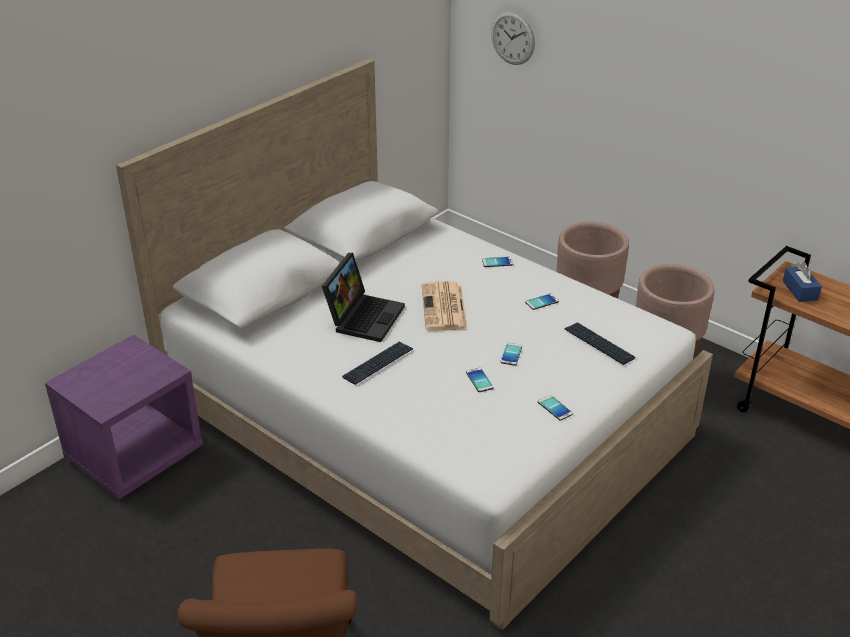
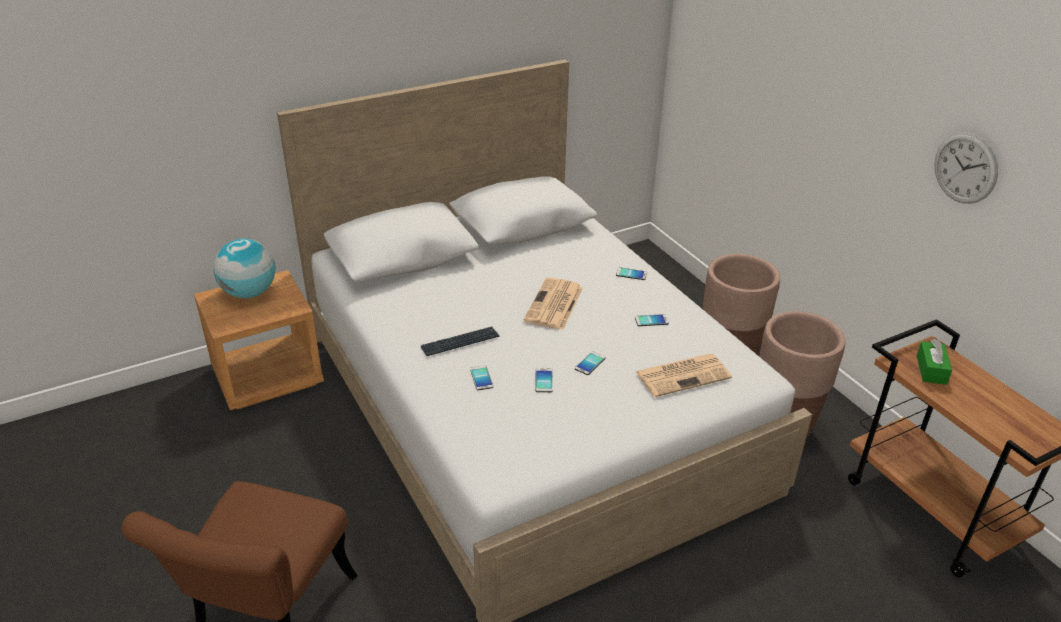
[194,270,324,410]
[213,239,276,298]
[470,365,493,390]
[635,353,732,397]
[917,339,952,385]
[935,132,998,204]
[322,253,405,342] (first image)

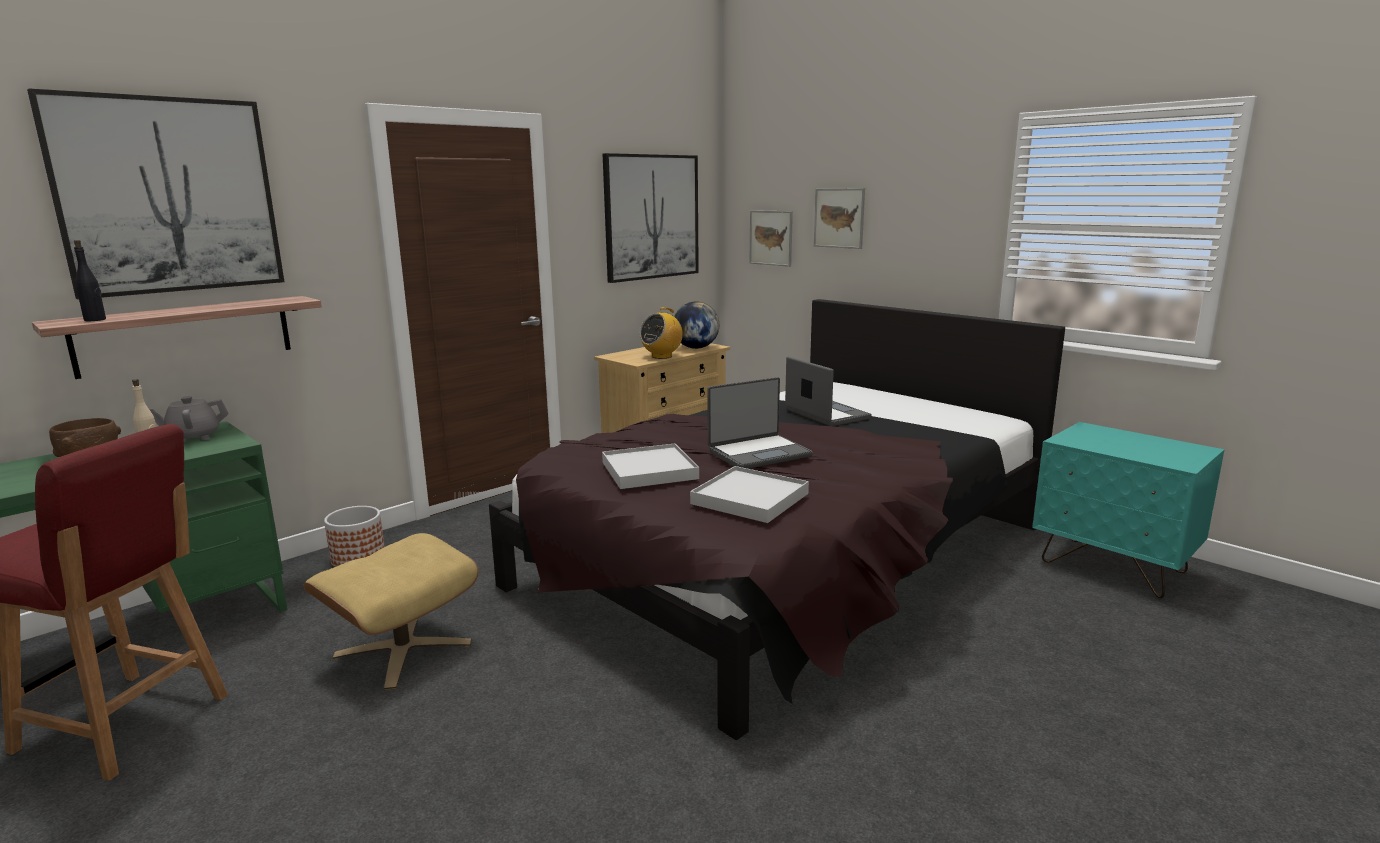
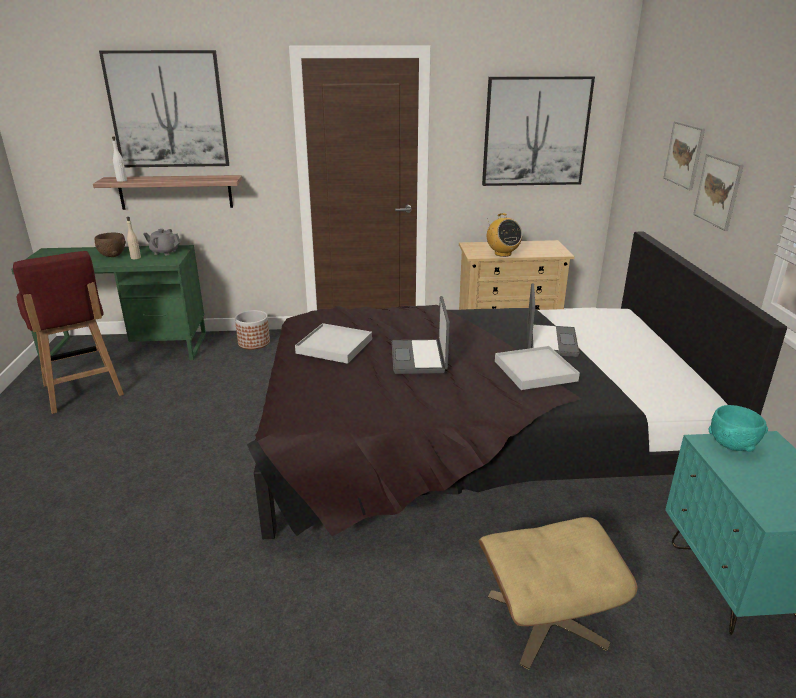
[112,136,127,182]
[392,296,450,374]
[479,517,637,670]
[487,213,522,257]
[495,346,580,390]
[693,154,744,231]
[709,405,768,452]
[674,302,719,349] (first image)

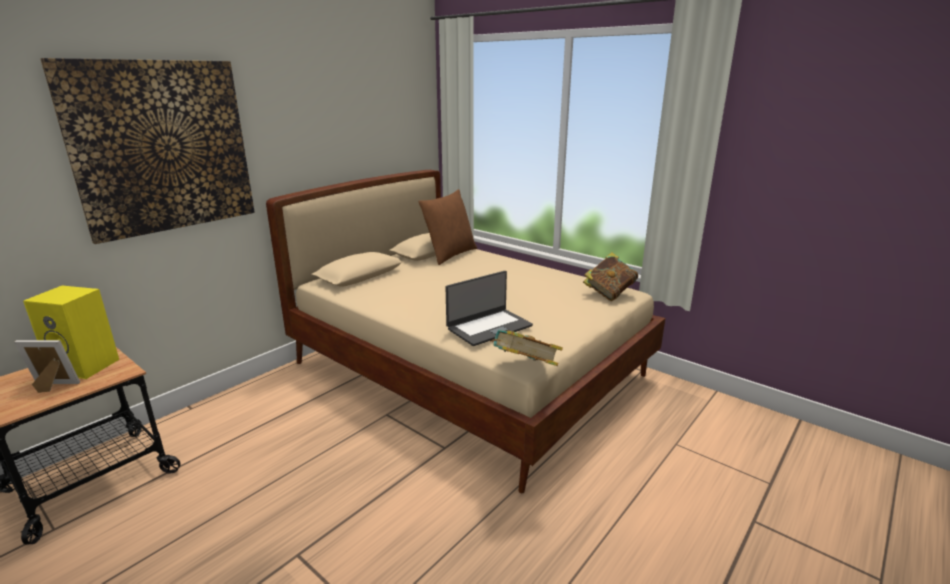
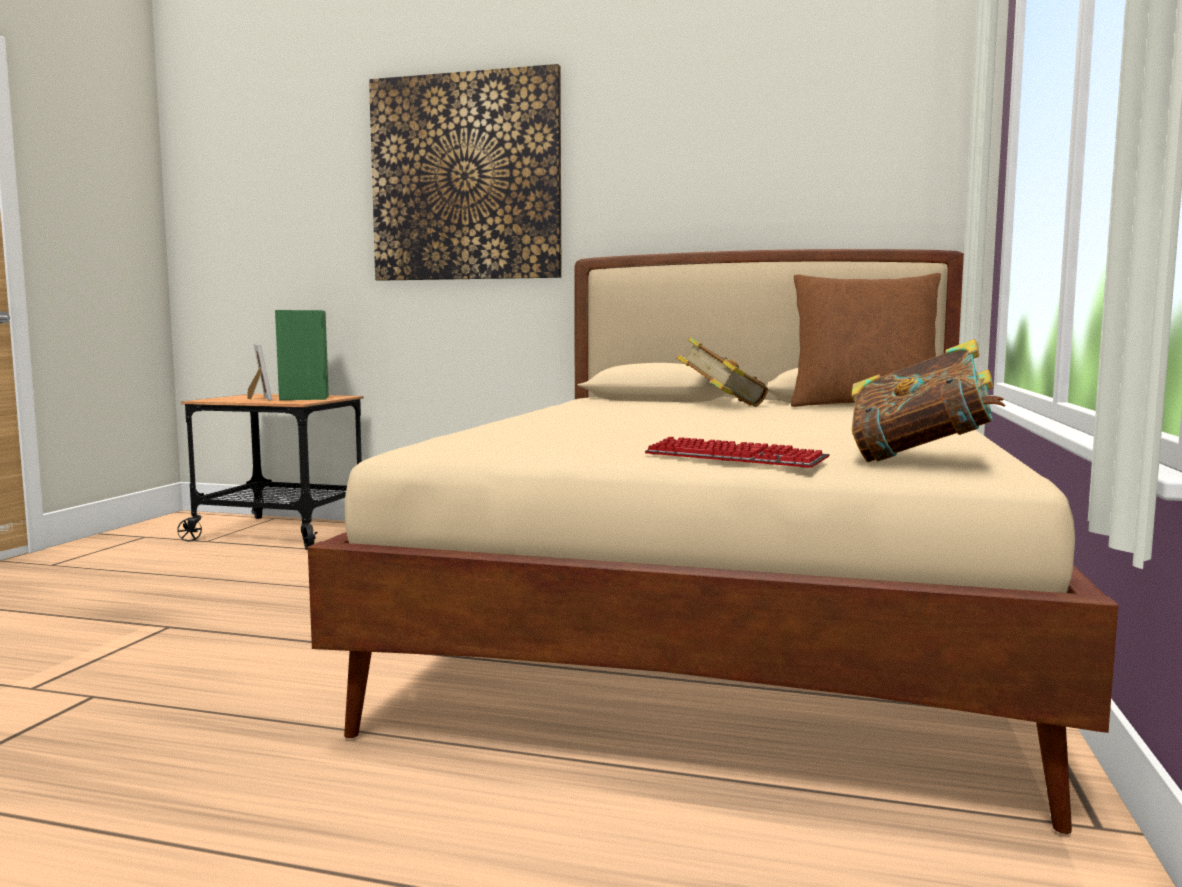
[275,310,329,400]
[645,437,830,468]
[677,337,768,407]
[446,271,533,346] (first image)

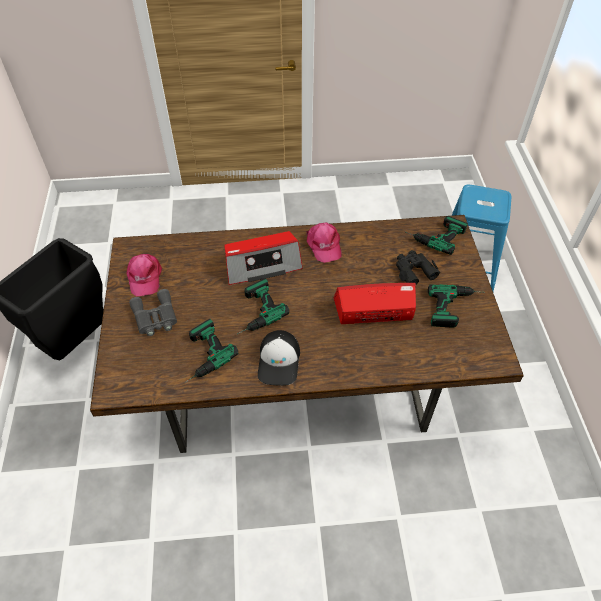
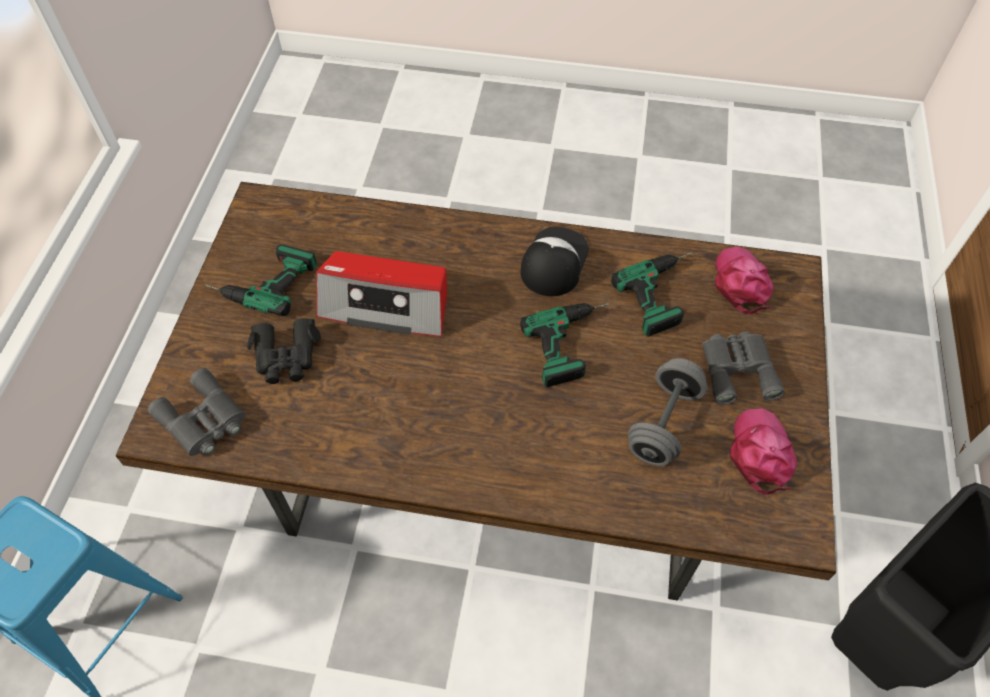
[148,368,245,456]
[628,358,707,466]
[715,246,774,314]
[224,231,303,285] (first image)

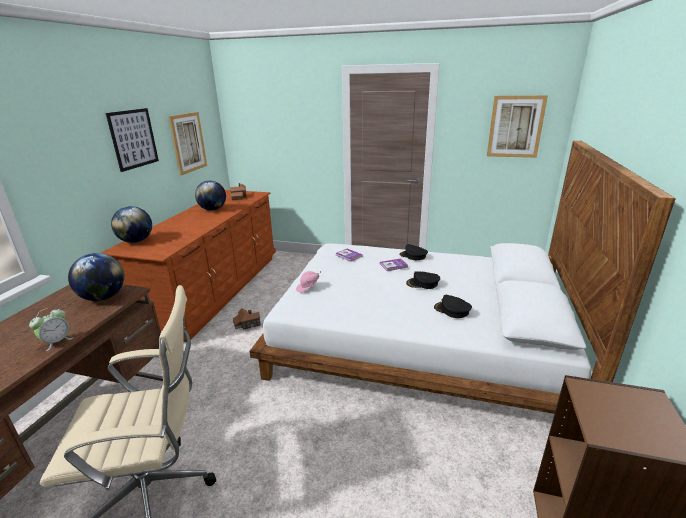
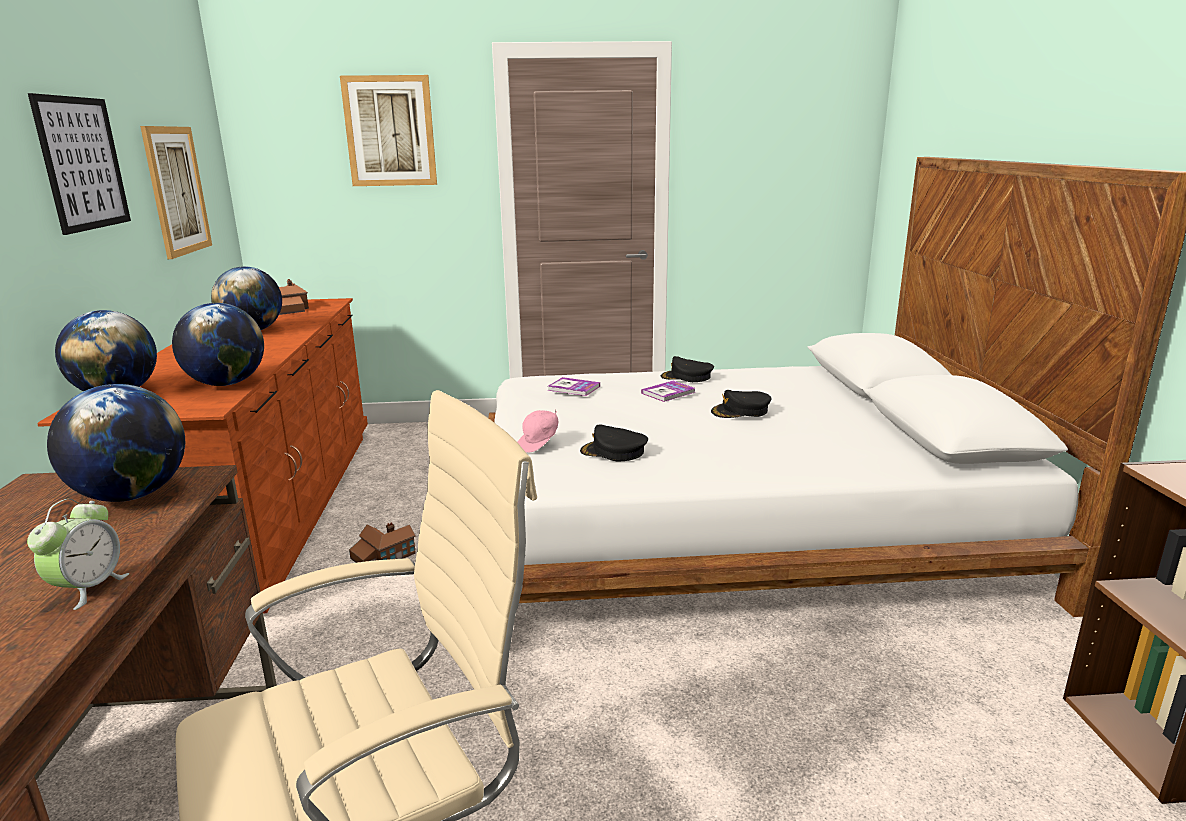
[172,303,264,386]
[340,75,437,186]
[580,425,648,461]

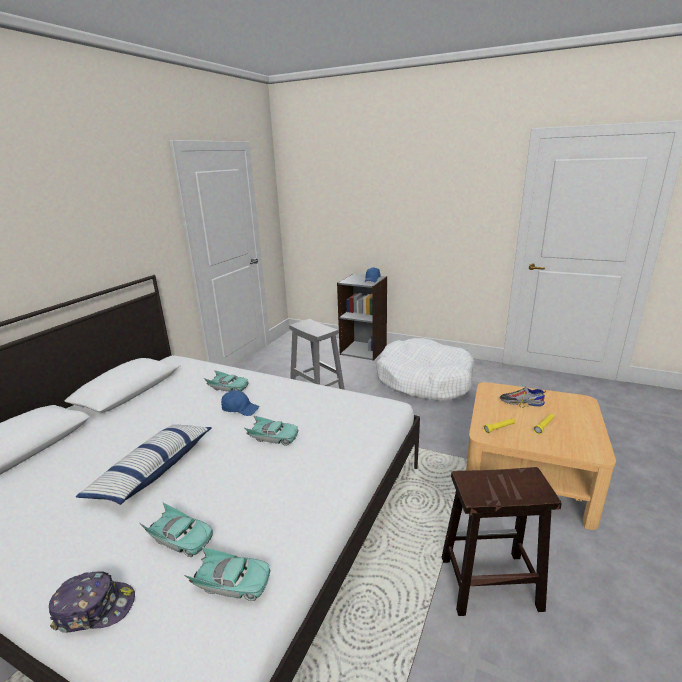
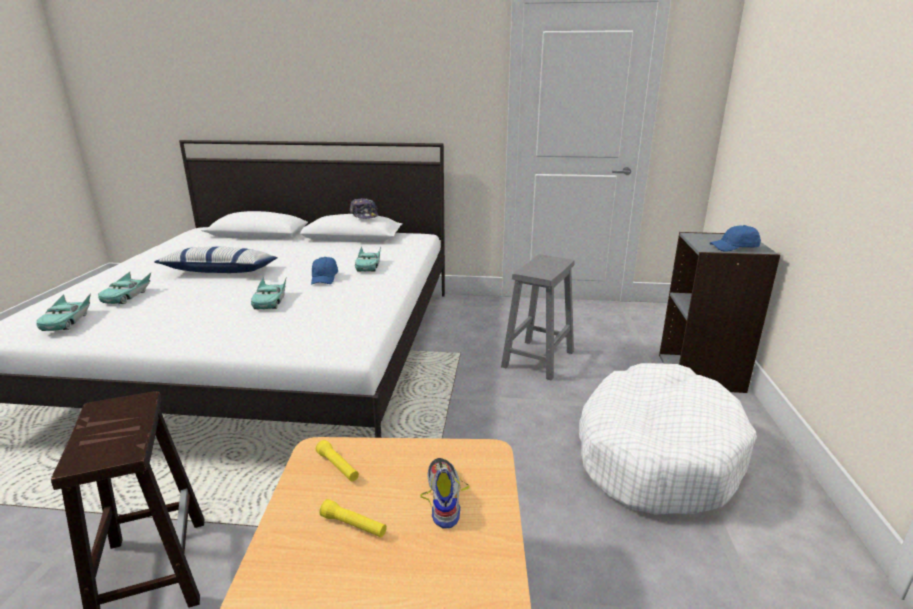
[350,198,378,219]

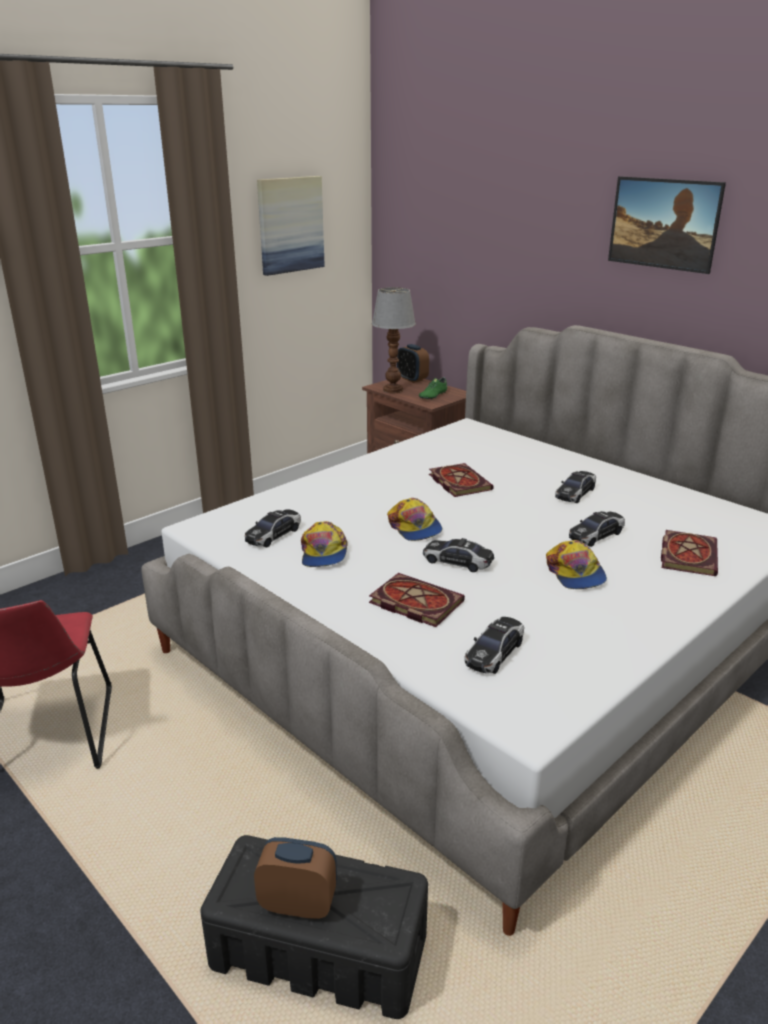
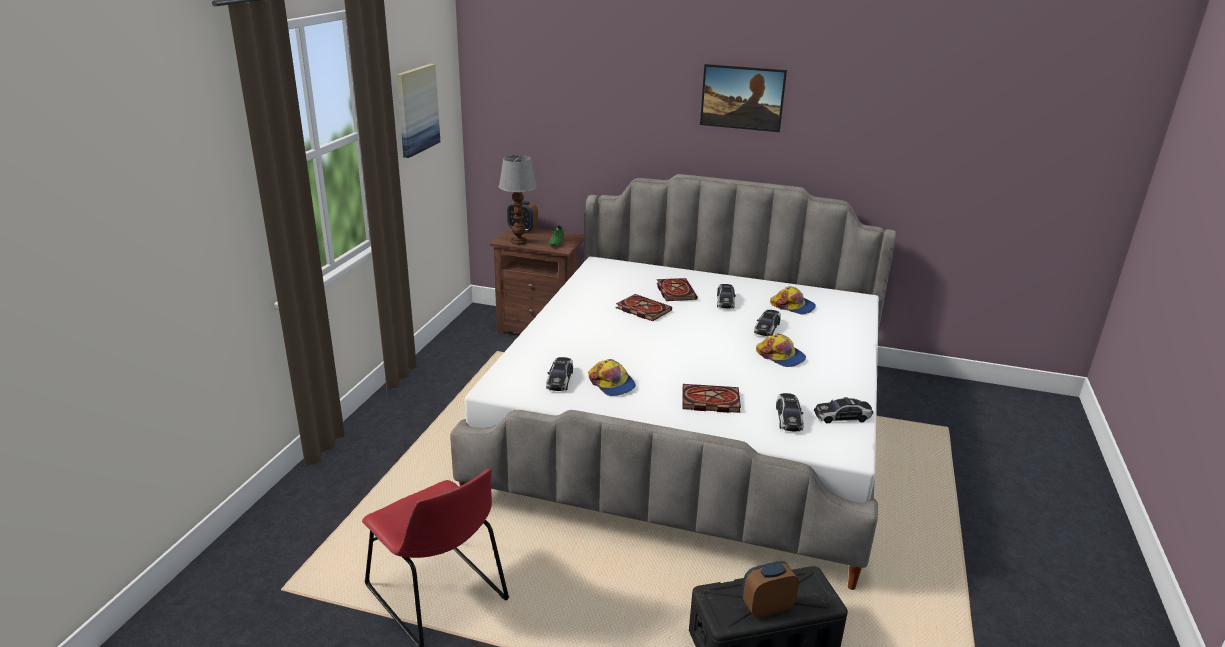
[657,278,698,301]
[770,286,816,314]
[814,397,873,423]

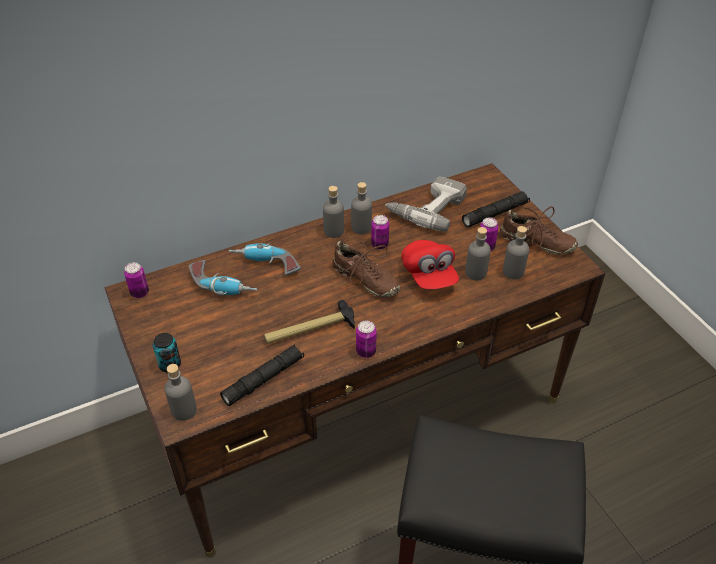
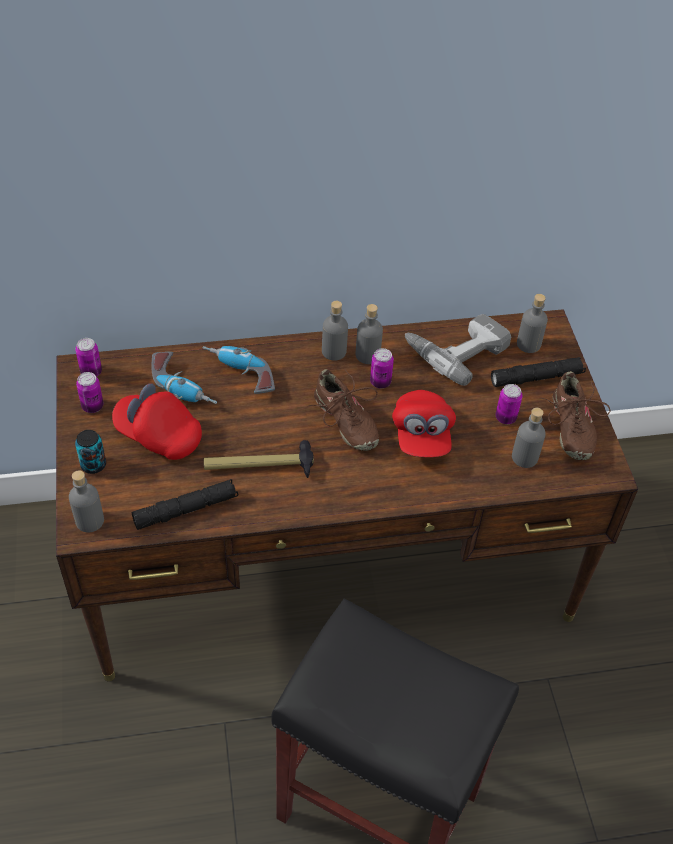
[76,372,103,413]
[112,383,202,460]
[517,294,548,353]
[540,371,610,460]

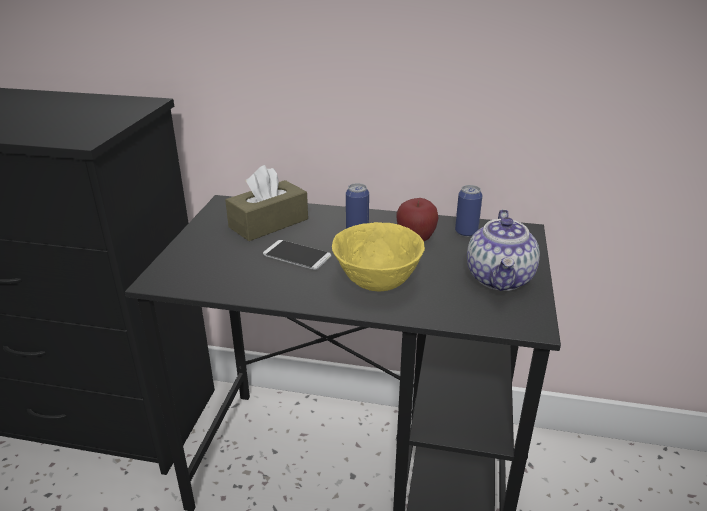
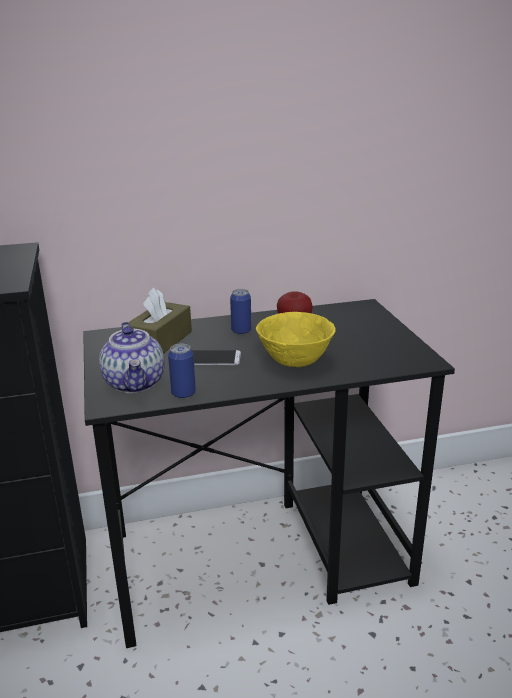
[99,322,165,393]
[168,343,196,399]

